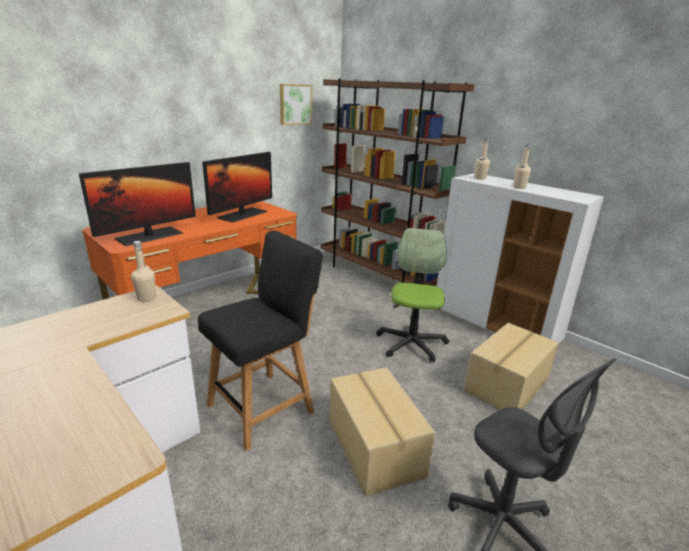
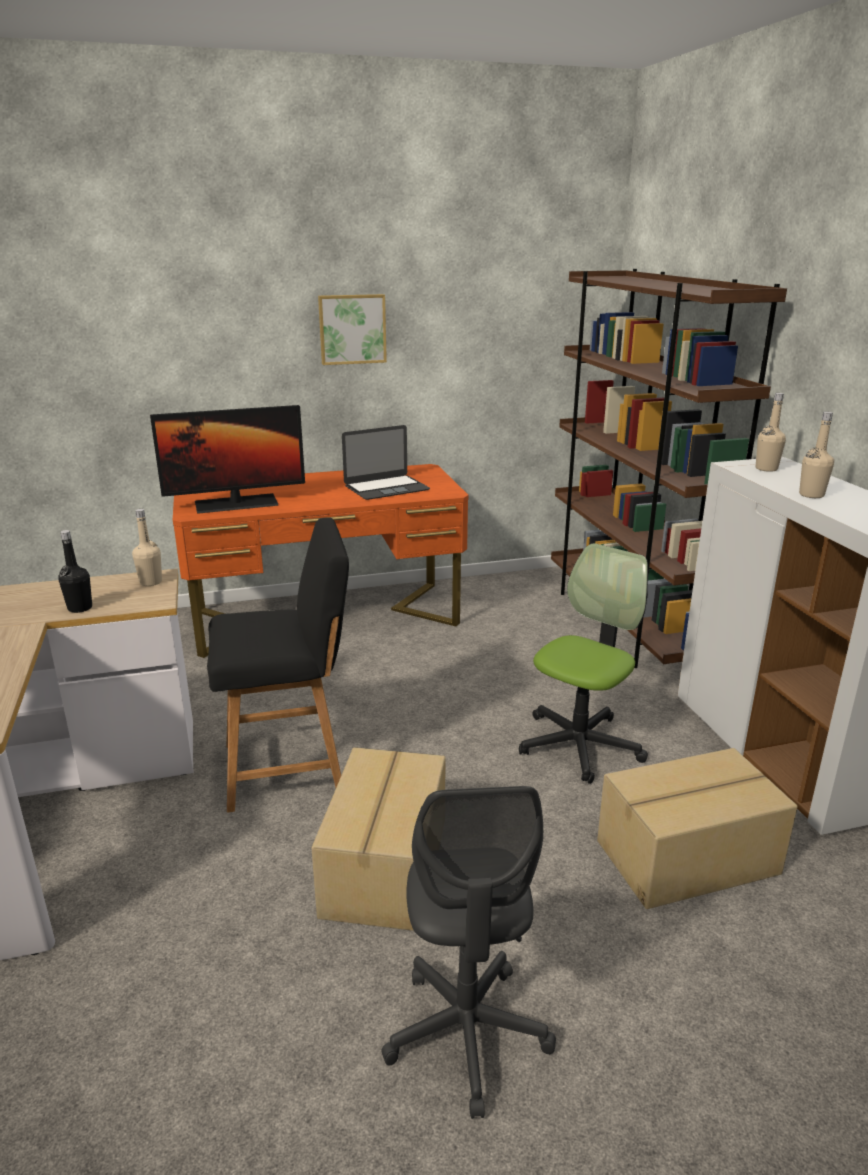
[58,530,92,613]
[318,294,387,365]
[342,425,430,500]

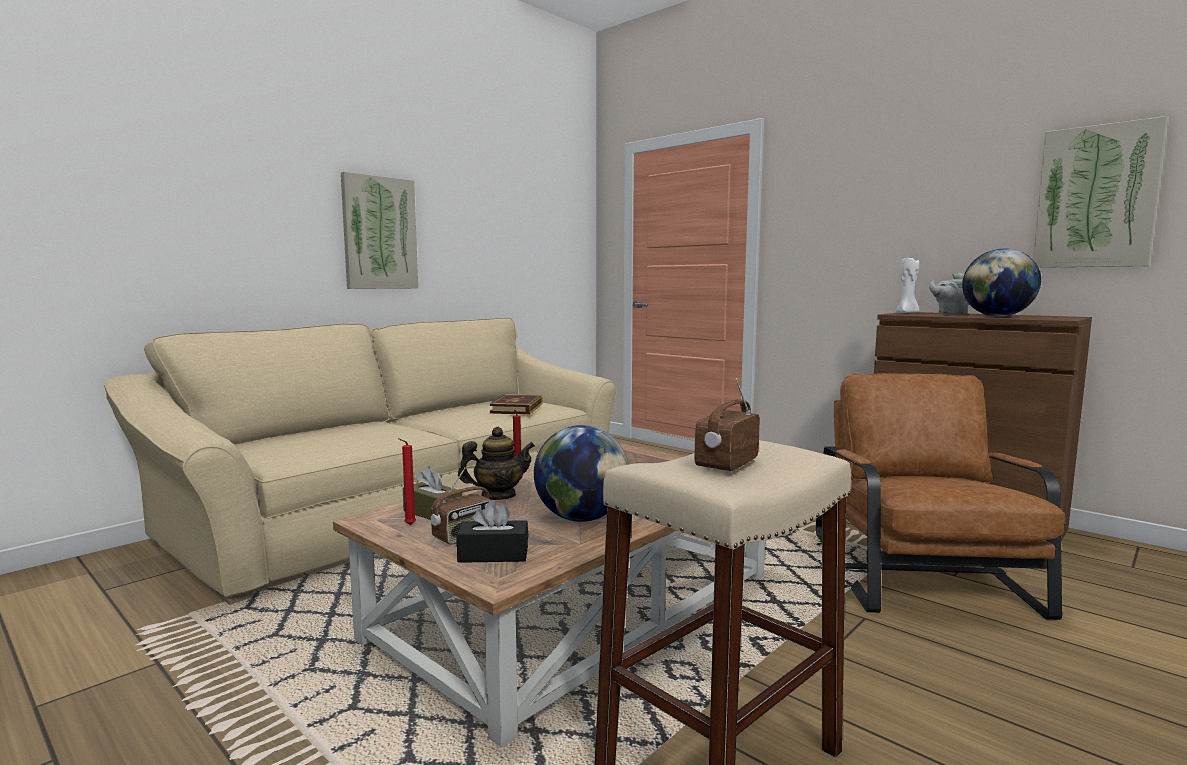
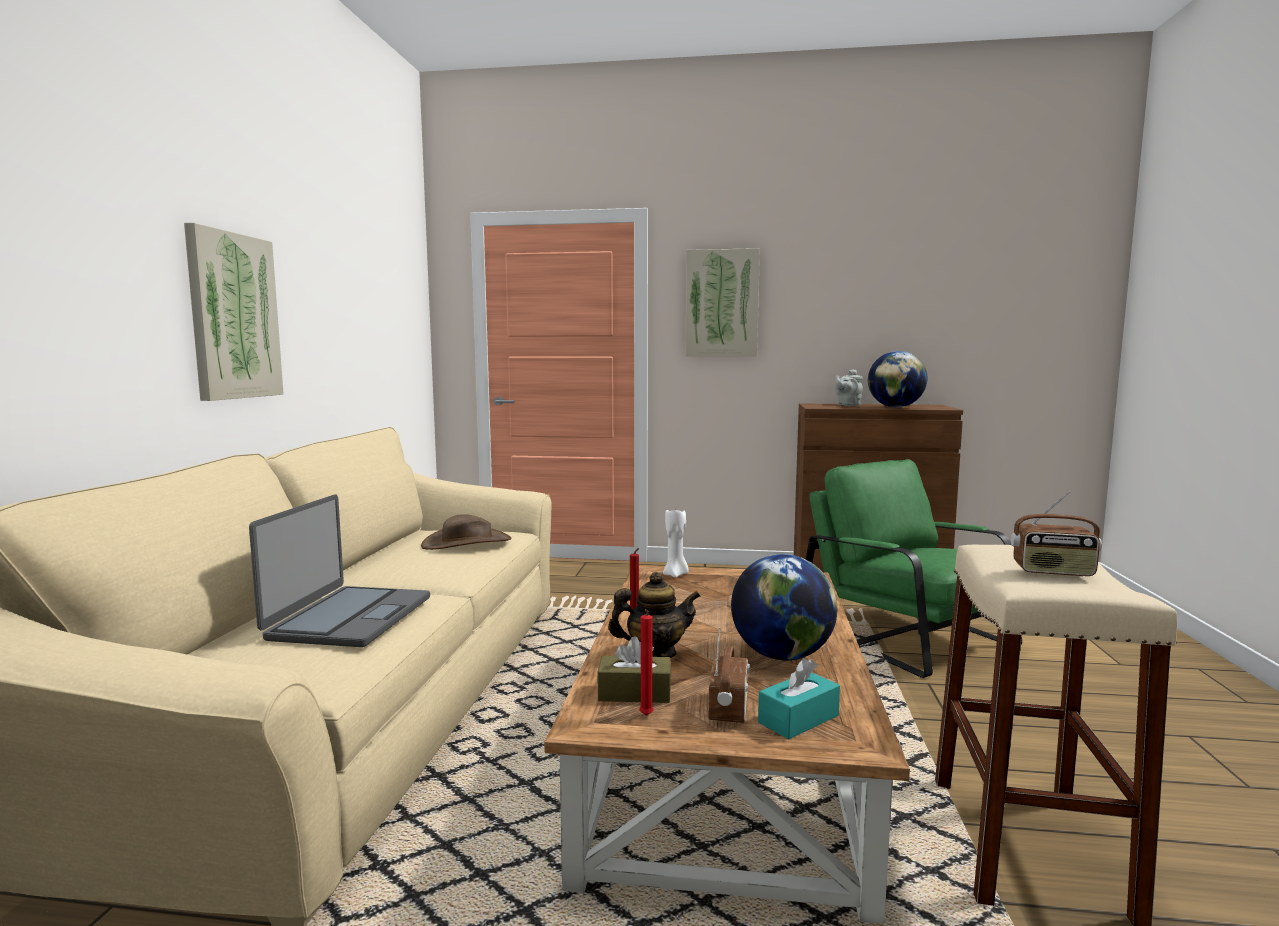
[249,494,430,647]
[421,514,511,550]
[608,572,701,658]
[663,508,689,578]
[685,248,760,356]
[758,658,840,739]
[806,459,1022,678]
[1011,491,1102,577]

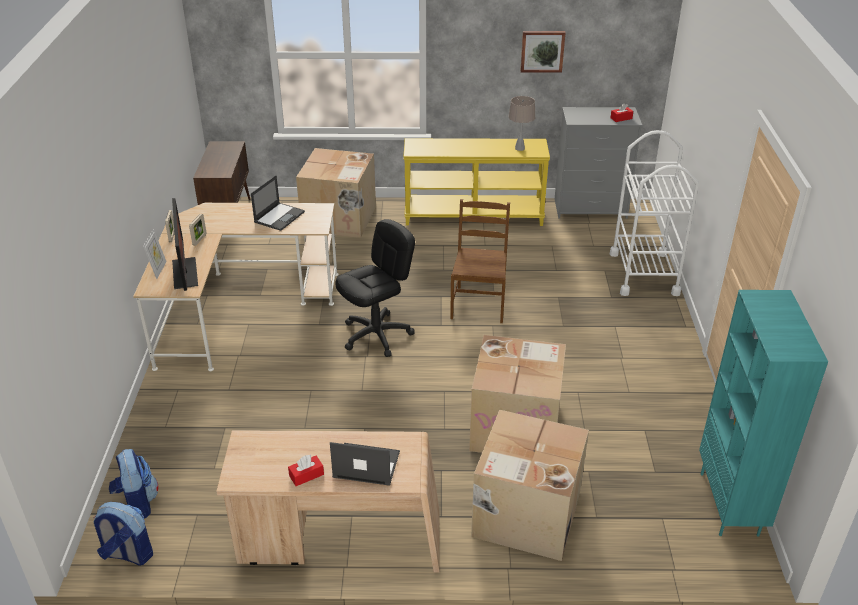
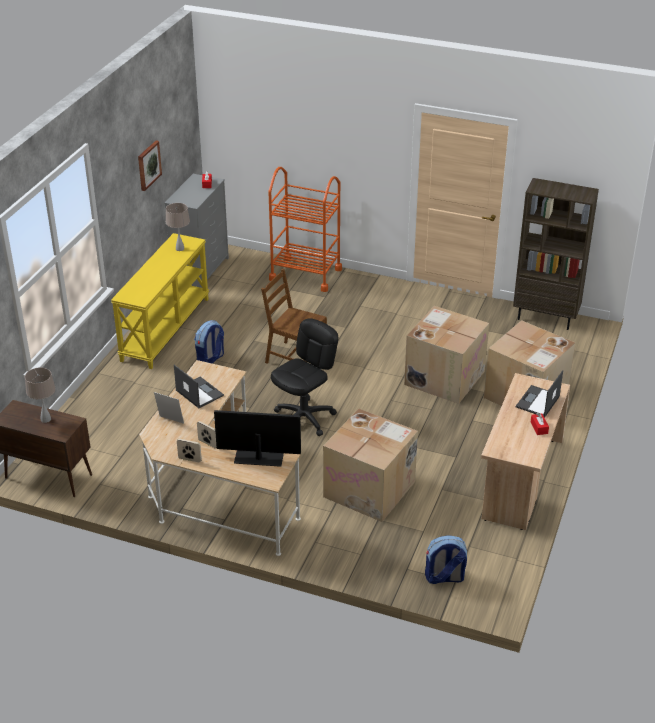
[25,367,56,423]
[154,392,184,424]
[194,320,224,364]
[269,167,342,292]
[271,318,338,436]
[323,408,418,522]
[513,178,599,330]

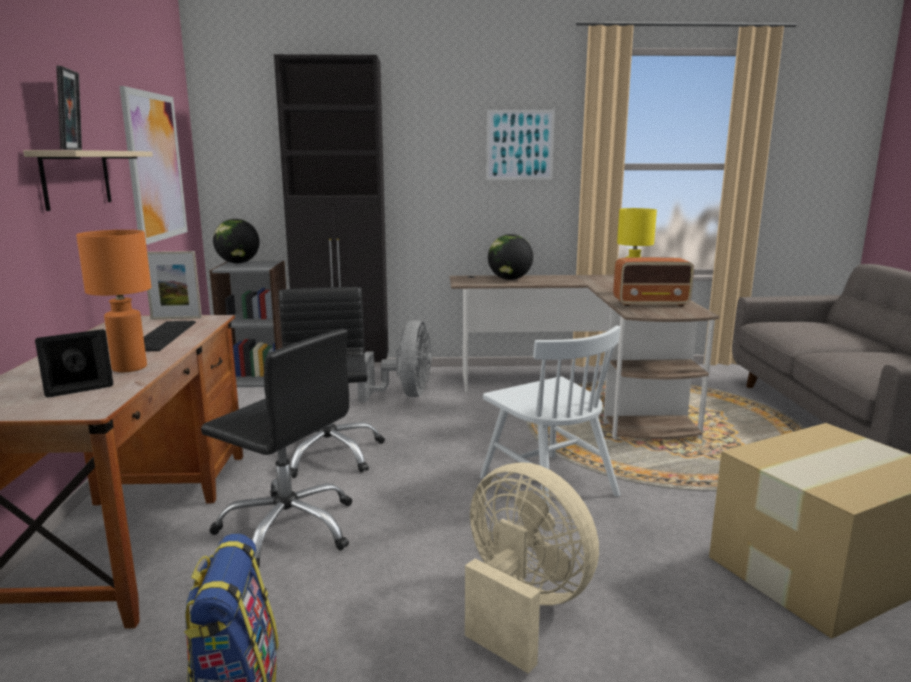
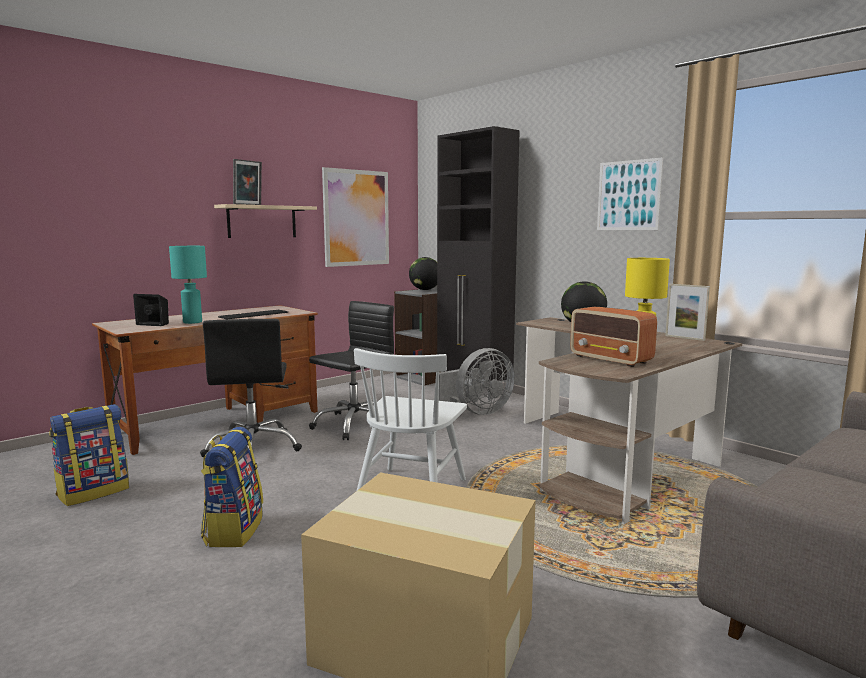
[169,246,207,324]
[201,427,263,547]
[665,284,710,341]

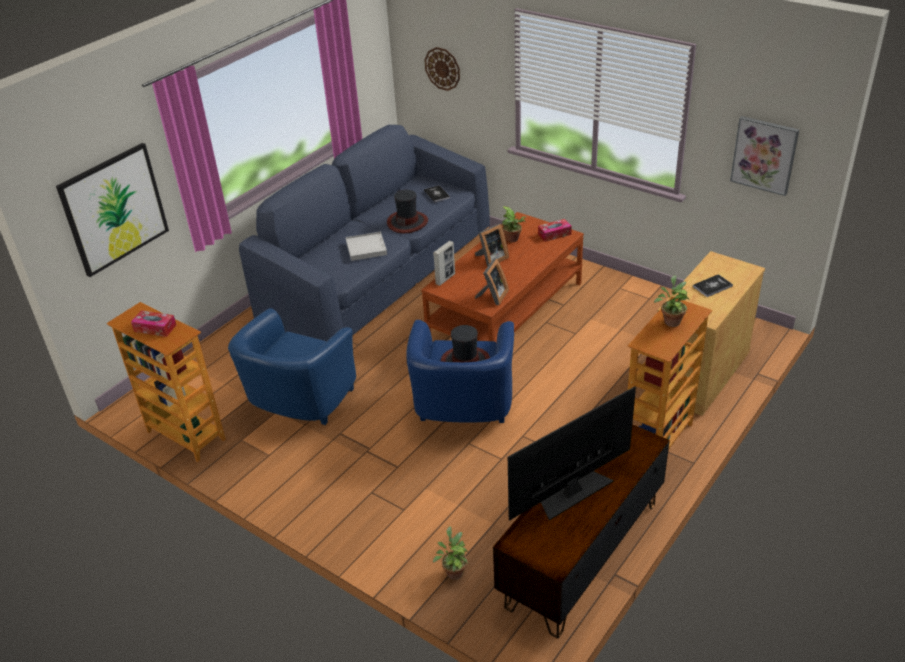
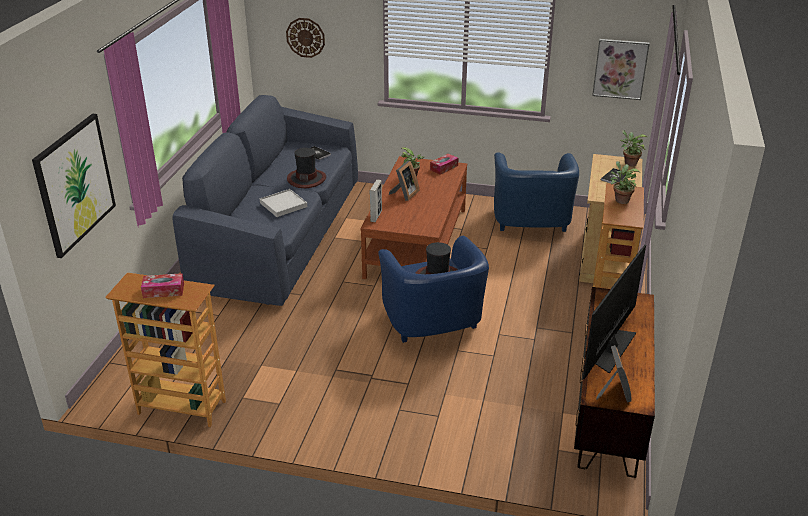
[494,152,579,232]
[596,345,632,403]
[620,130,647,167]

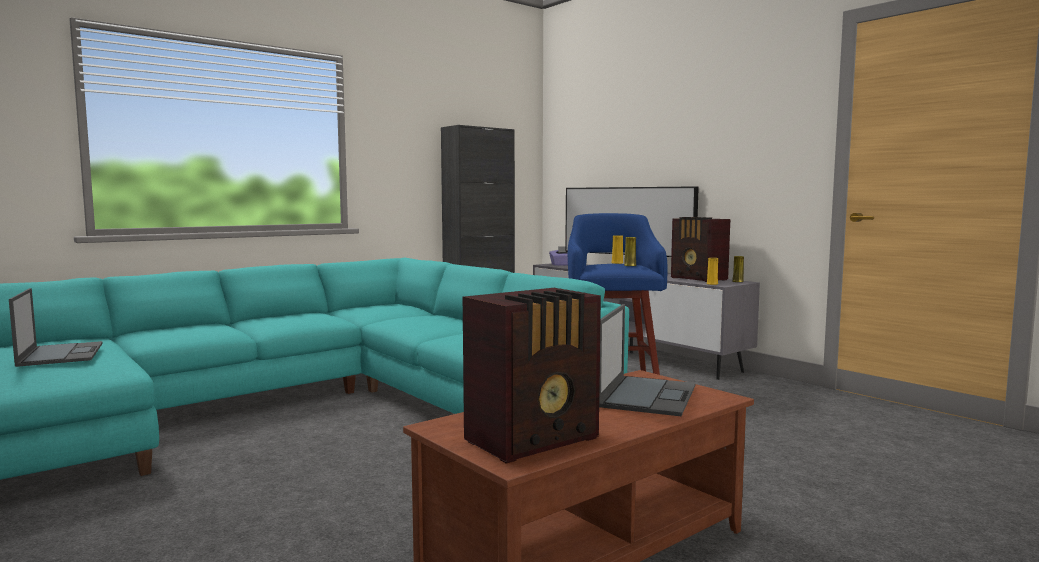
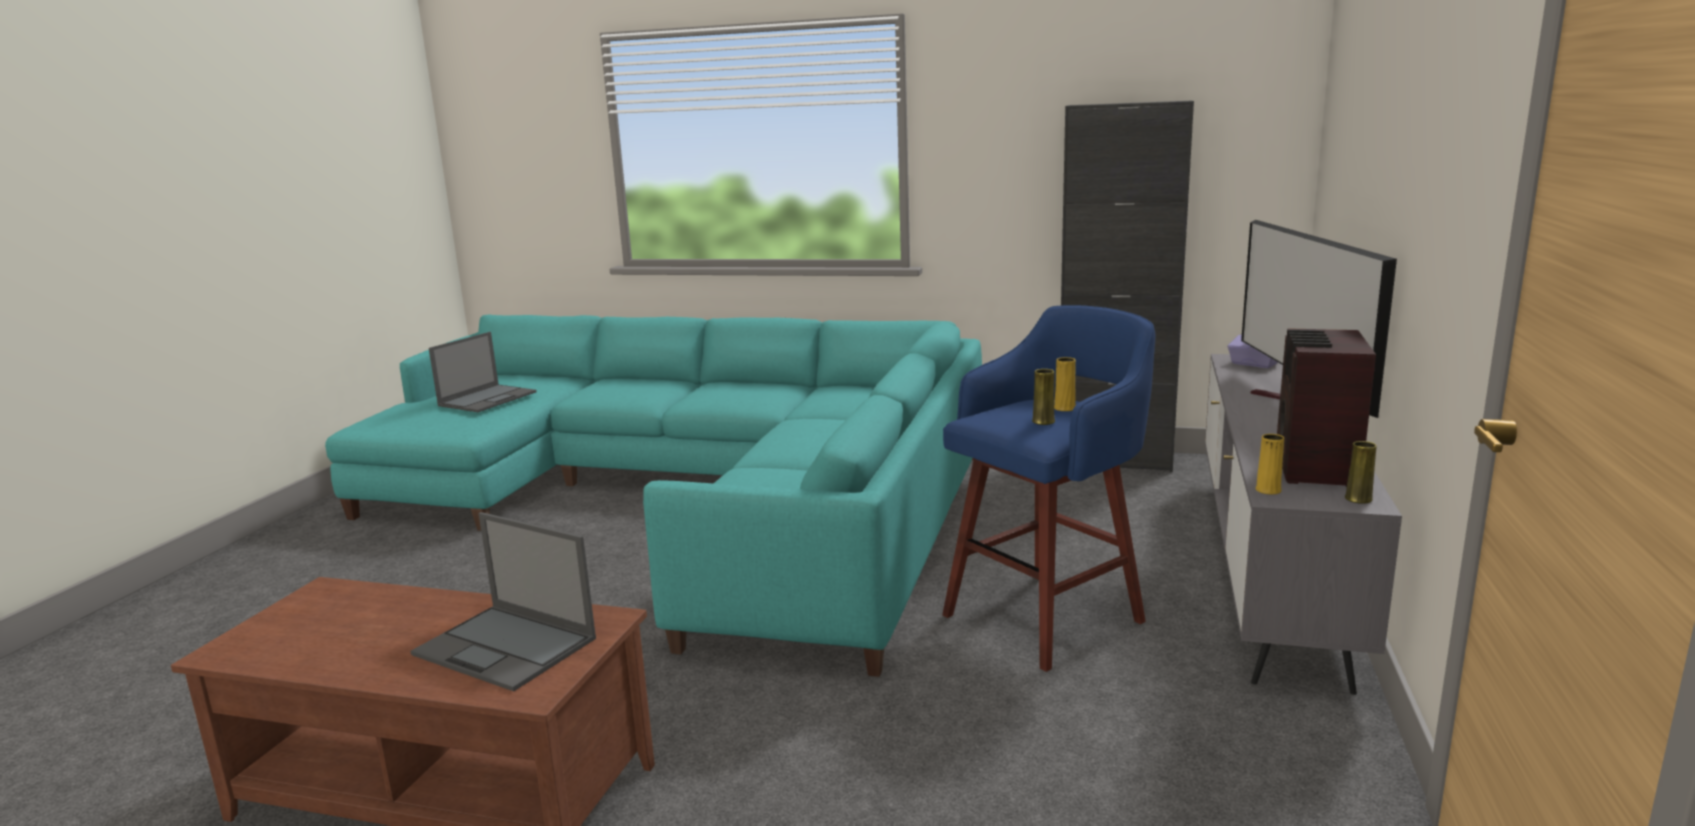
[410,512,596,691]
[463,288,601,464] (first image)

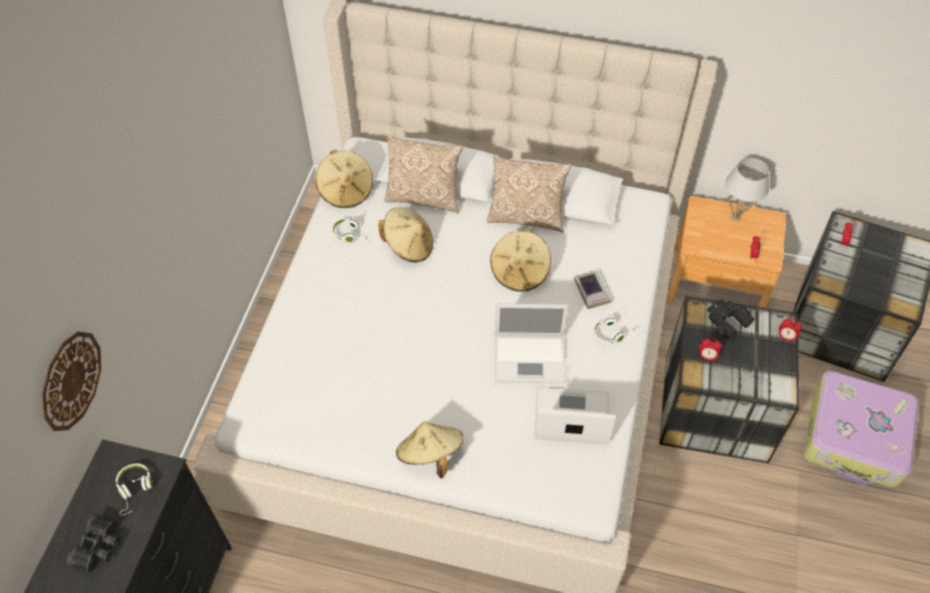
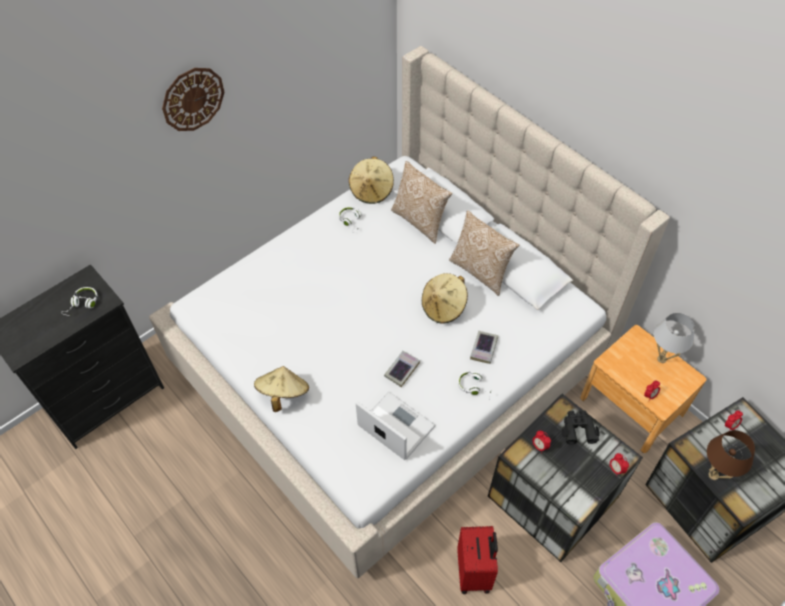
[162,68,224,131]
[384,351,420,387]
[457,526,498,594]
[707,430,755,480]
[67,513,120,572] (first image)
[379,207,433,263] (first image)

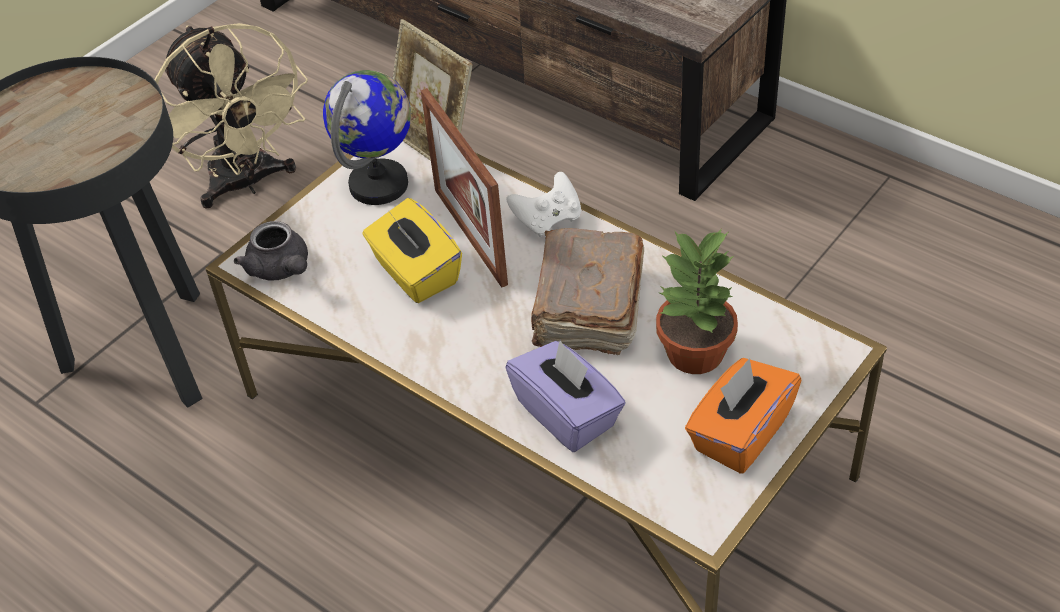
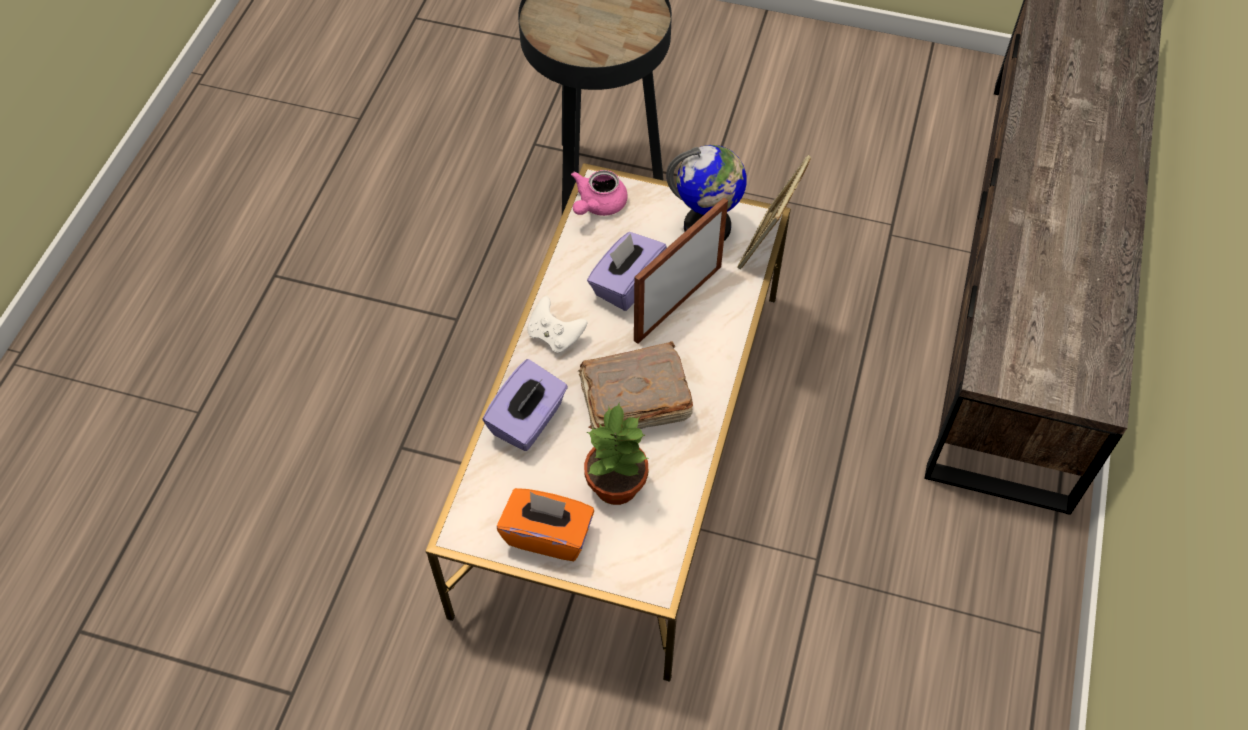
[527,296,588,353]
[571,170,628,216]
[587,232,667,311]
[154,23,308,209] (first image)

